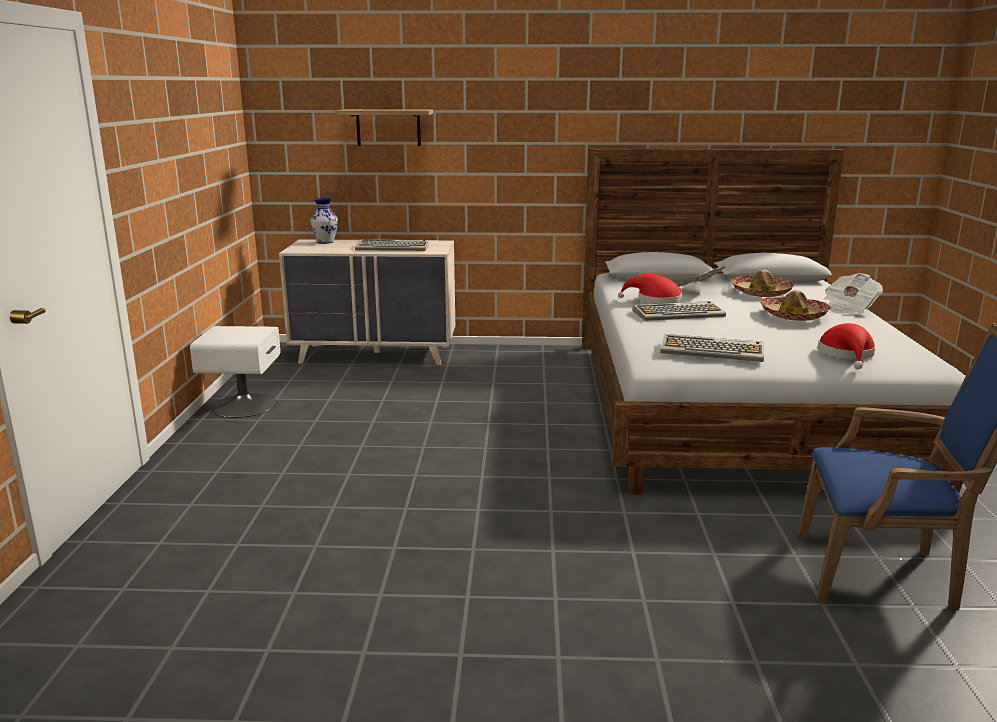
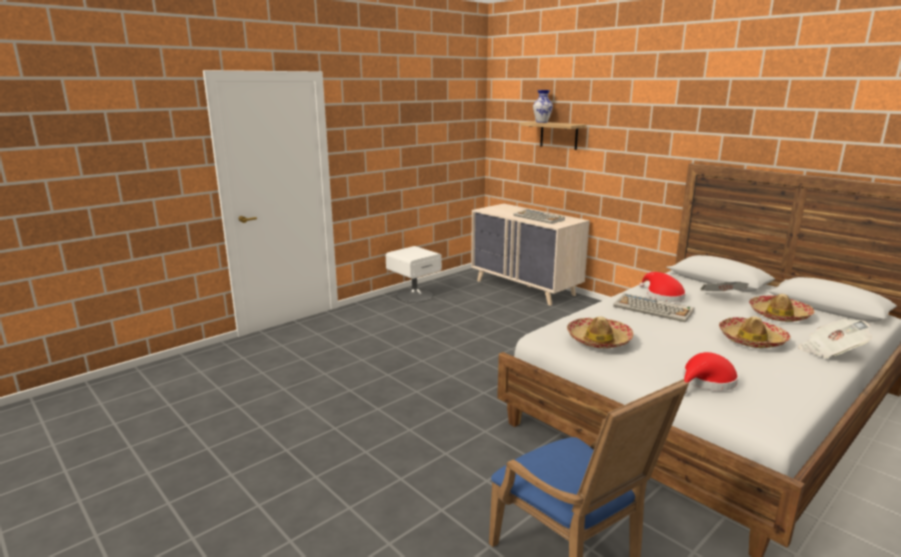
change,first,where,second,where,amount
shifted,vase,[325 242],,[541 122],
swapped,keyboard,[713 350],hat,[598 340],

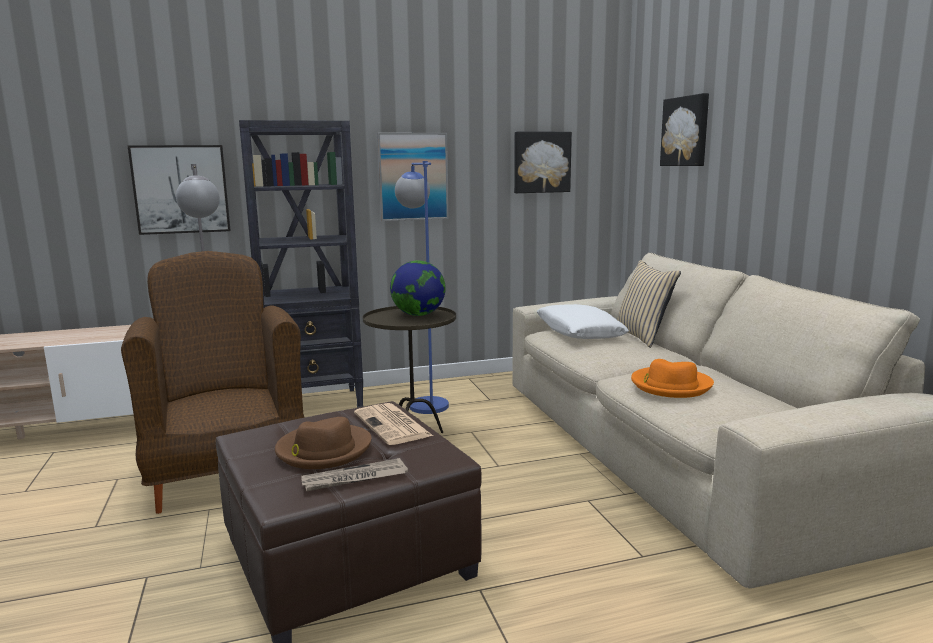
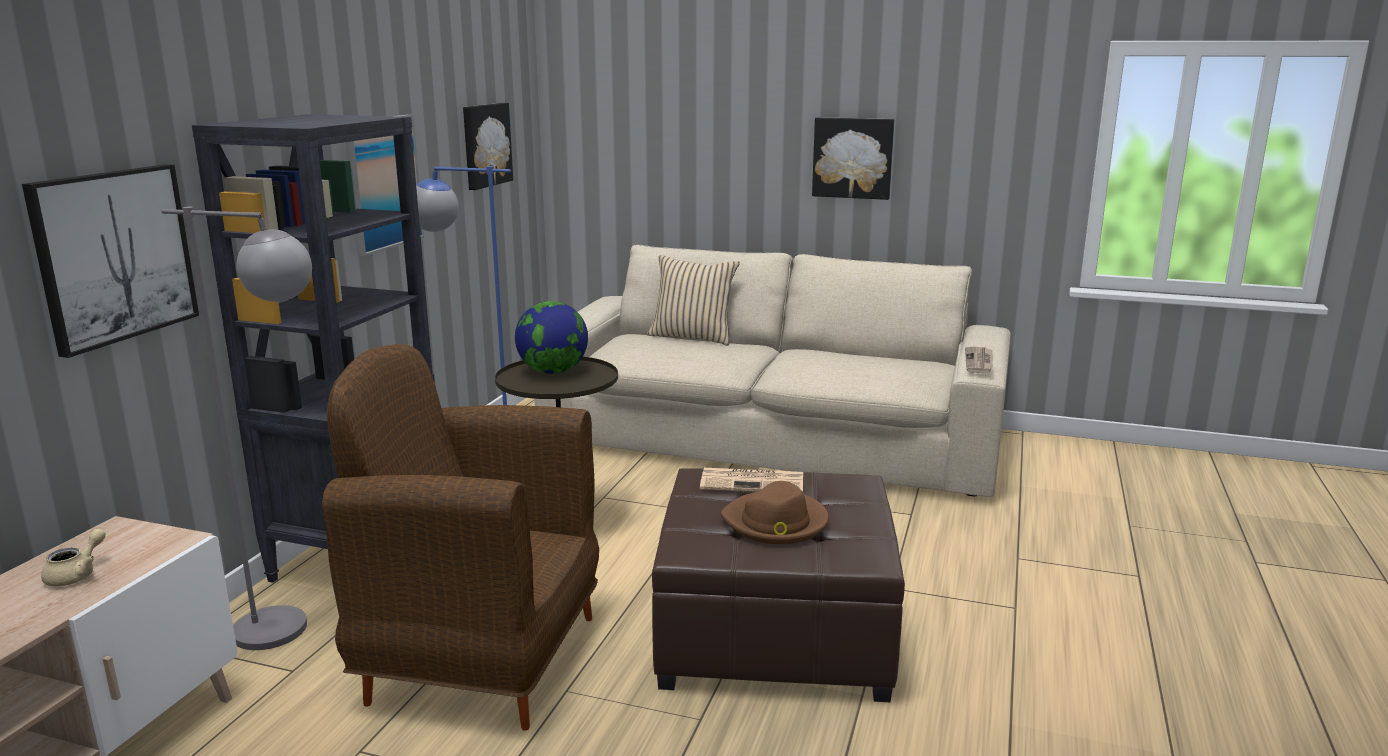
change,first,where,second,where,amount
gone,pillow in white,[579 332],,,
gone,hat in orange,[670 385],,,
new,,,teapot in beige,[77 574],
shifted,newspaper,[354 478],,[979 362],
shifted,picture,[686 131],,[853 158],

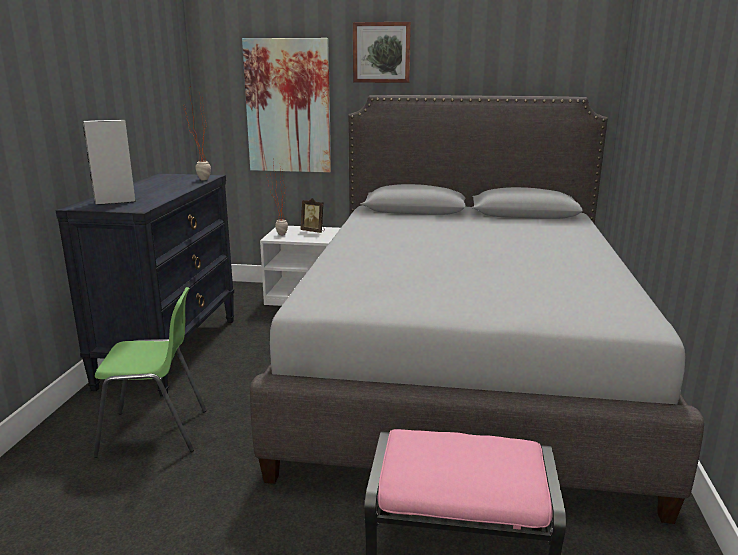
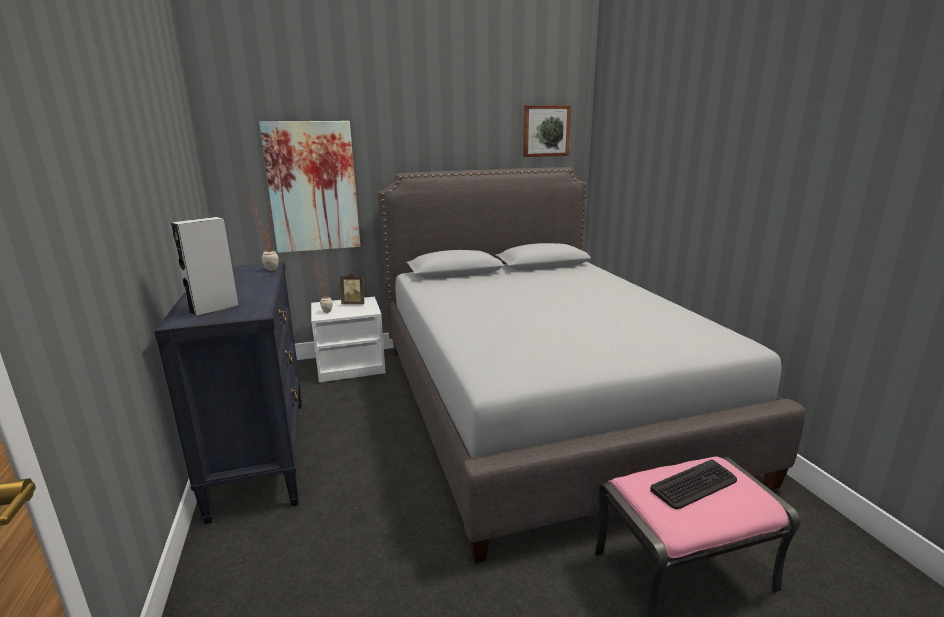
change,first,where,second,where,amount
gone,chair in green,[155 432],,,
new,,,keyboard,[694 485],
shifted,picture,[381 52],,[545 131],

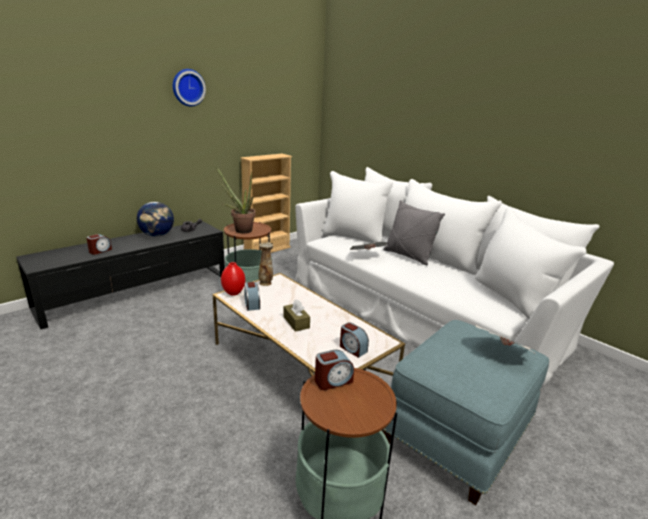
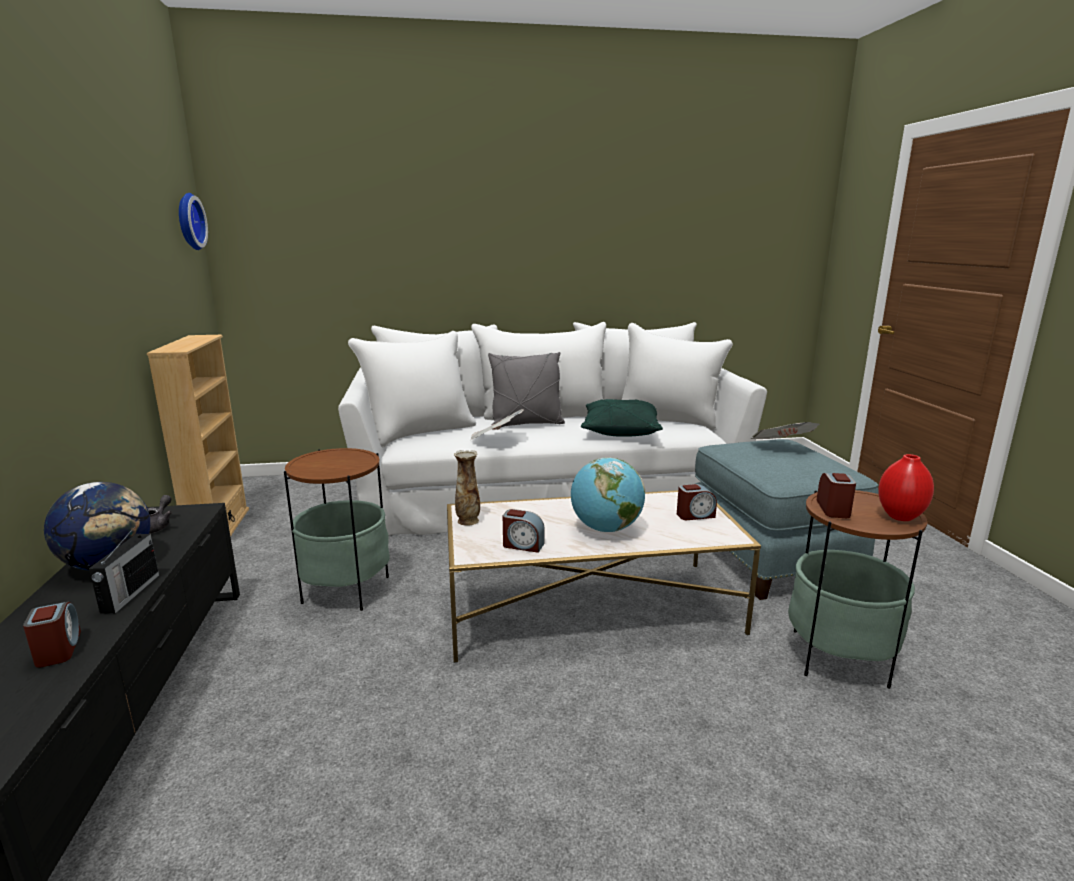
change,first,where,second,where,amount
gone,potted plant,[240 230],,,
new,,,radio,[129 594],
new,,,pillow in green,[620 430],
shifted,wall clock,[188 87],,[188 221],
shifted,vase in red,[234 293],,[900 517],
swapped,tissue box in brown,[296 322],globe,[606 529],

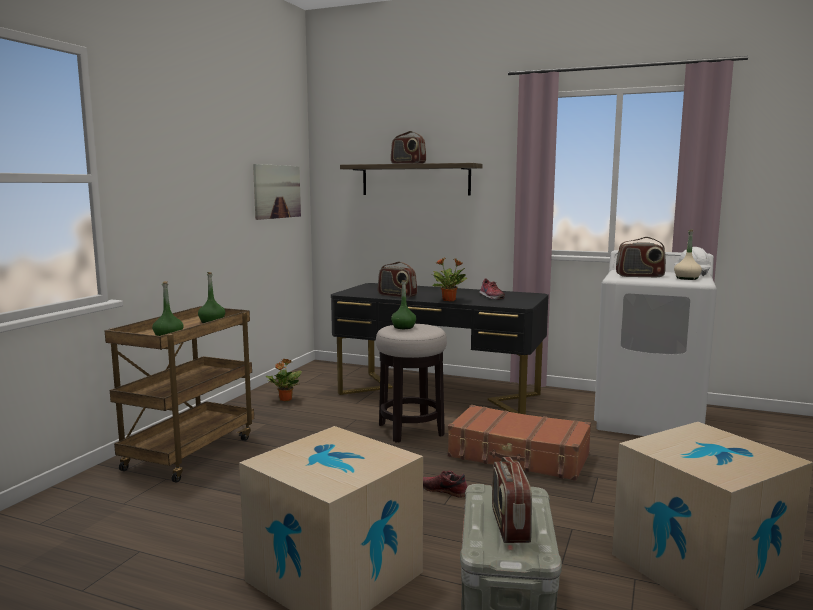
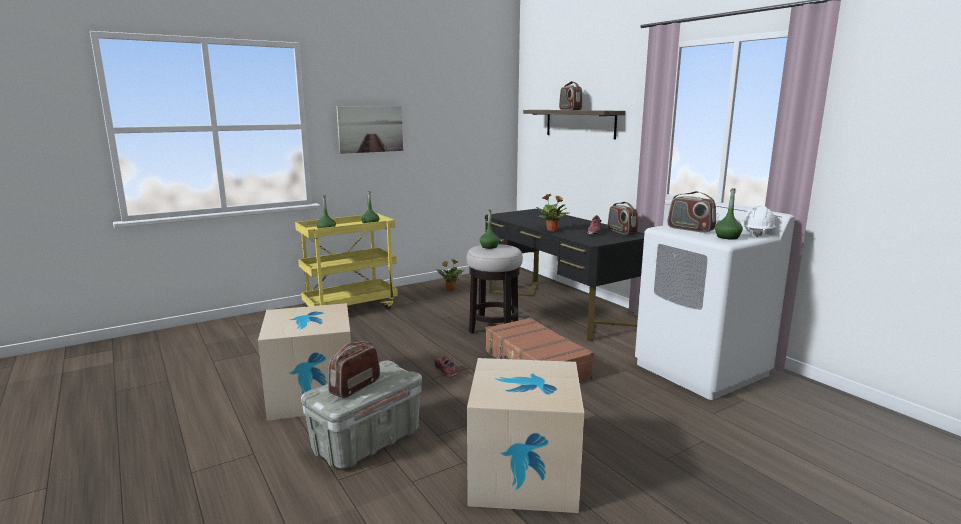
change,first,where,second,where,amount
shifted,picture,[277 191],,[370 129],
shifted,radio,[397 295],,[621 231],
repainted,cart in brown,[190 452],cart in yellow,[351 308],
repainted,bottle in beige,[687 278],bottle in green,[727 237],

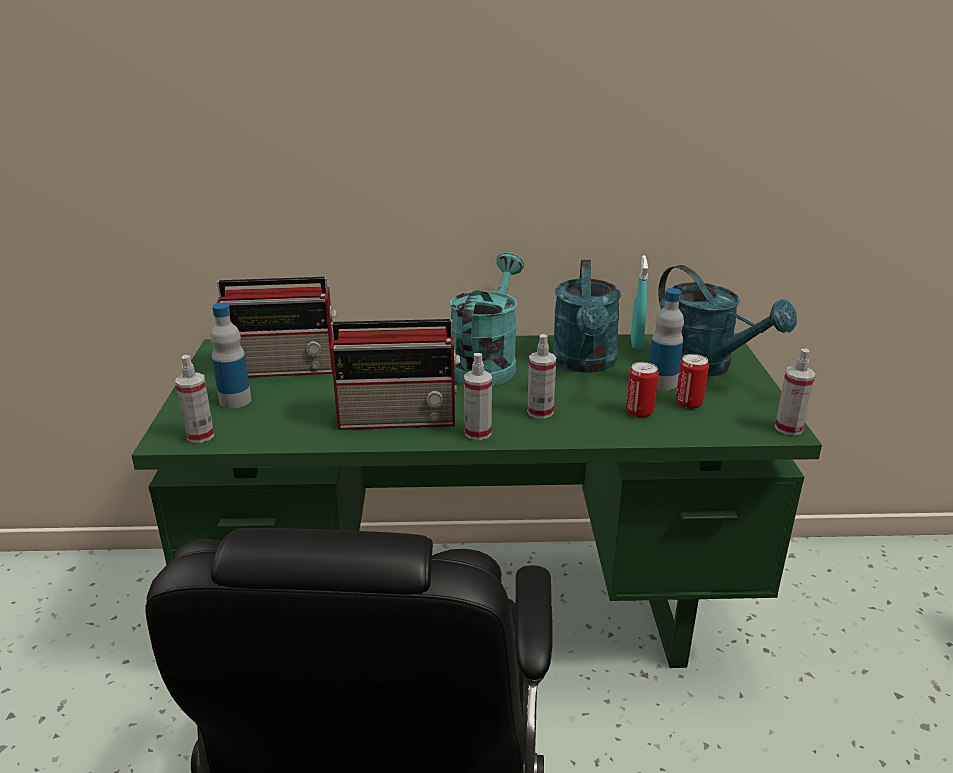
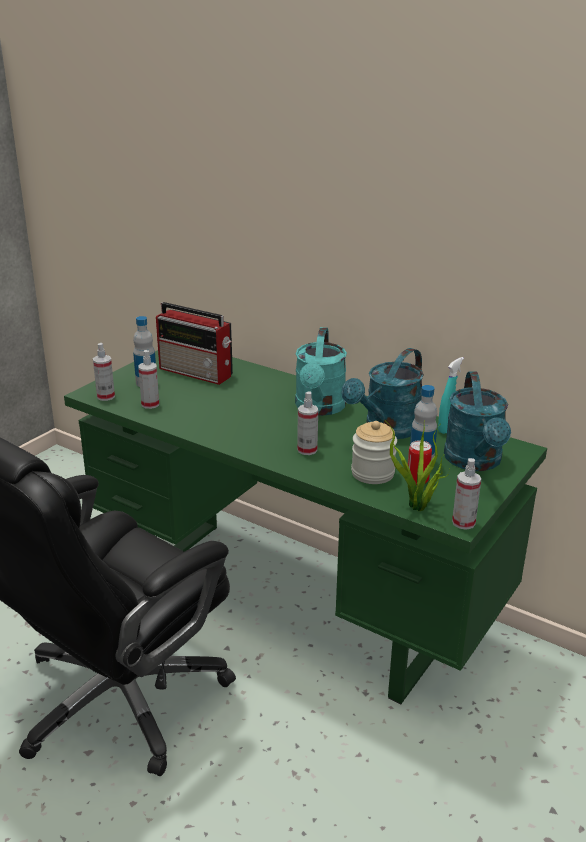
change,first,where,second,where,amount
gone,radio,[400 418],,,
new,,,potted plant,[417 508],
shifted,spray bottle,[477 433],,[150 404],
swapped,can,[639 412],jar,[372 473],
rotated,watering can in turquoise,[486 363],,[319 408],135 degrees clockwise

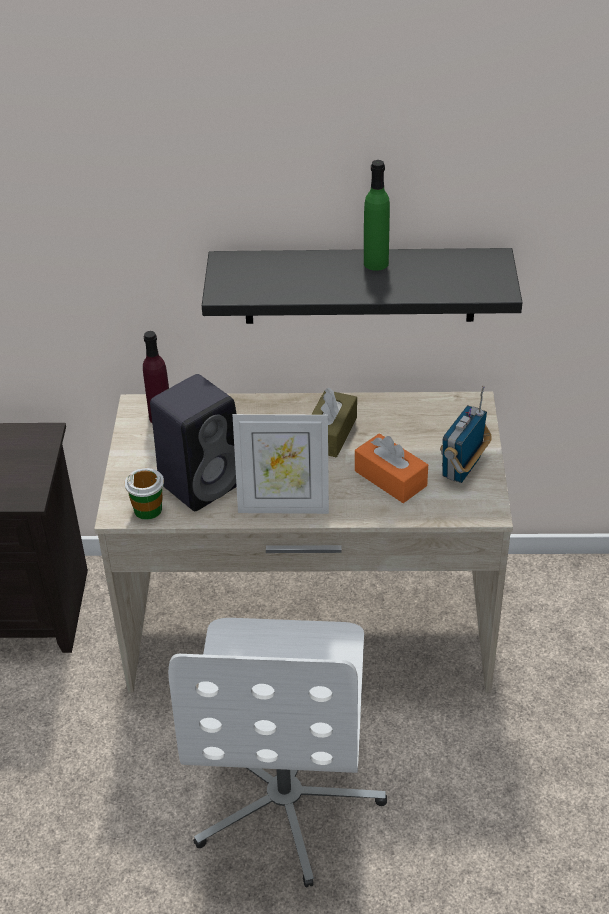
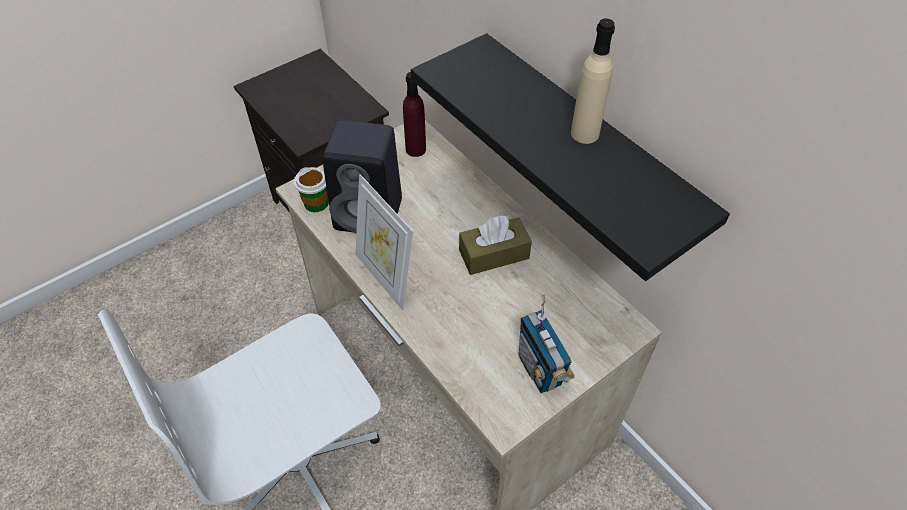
change,first,where,second,where,amount
gone,tissue box in orange,[390 478],,,
repainted,bottle in green,[376 263],bottle in beige,[584 133],
rotated,radio,[462 468],,[540 369],105 degrees counterclockwise

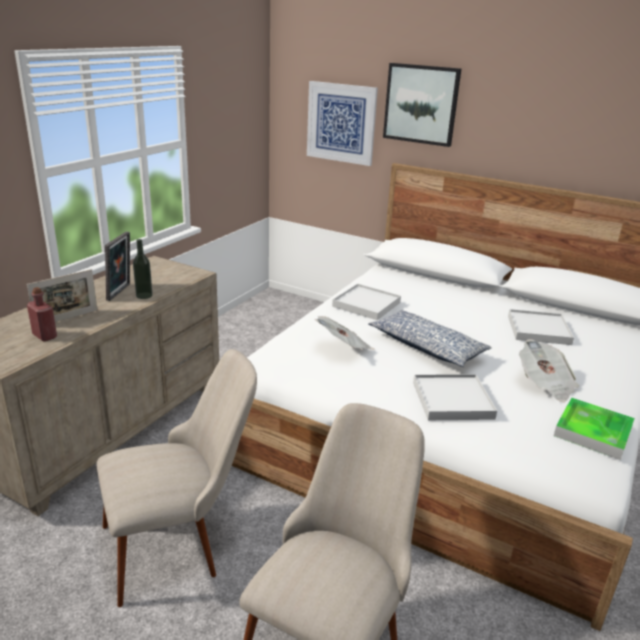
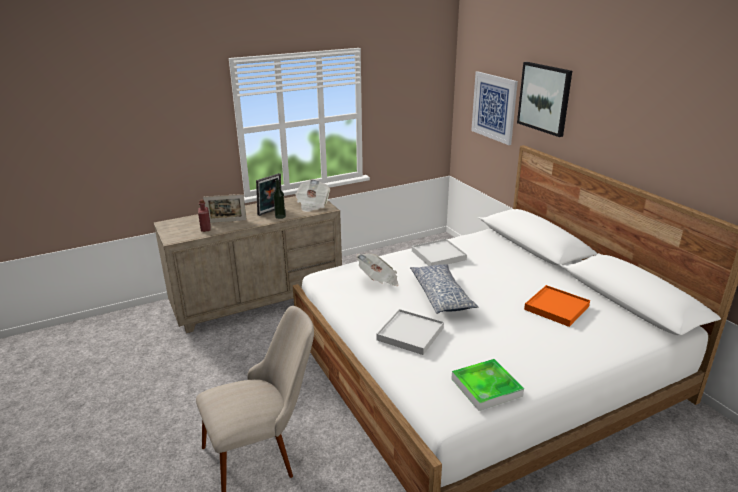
change,first,where,second,where,amount
gone,chair in beige,[180 543],,,
shifted,newspaper,[545 384],,[312 205],
repainted,tray in white,[538 330],tray in orange,[556 308],

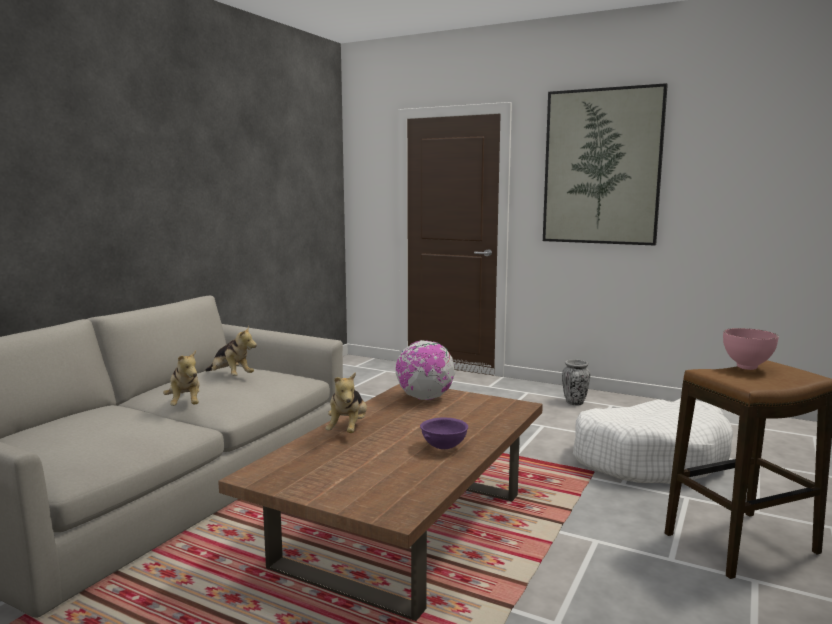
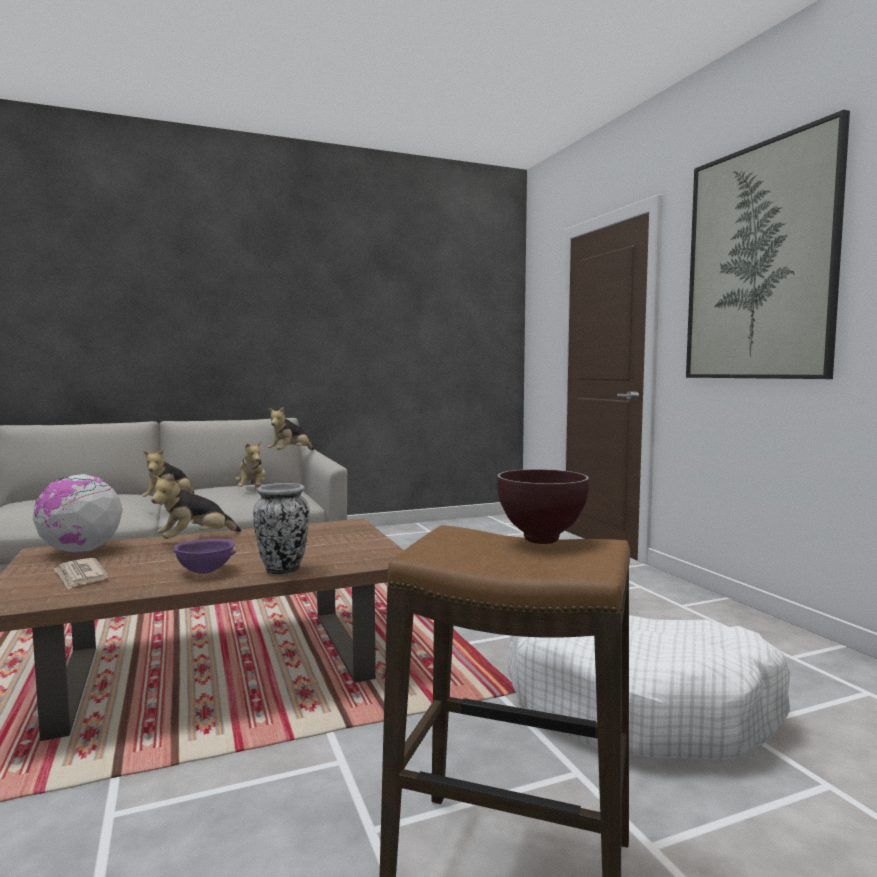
change,first,where,second,where,amount
new,,,newspaper,[80 576],
new,,,plush toy,[290 453],
shifted,globe,[425 398],,[80 551],
shifted,vase,[574 403],,[283 570],
repainted,bowl in pink,[745 367],bowl in brown,[540 540],

